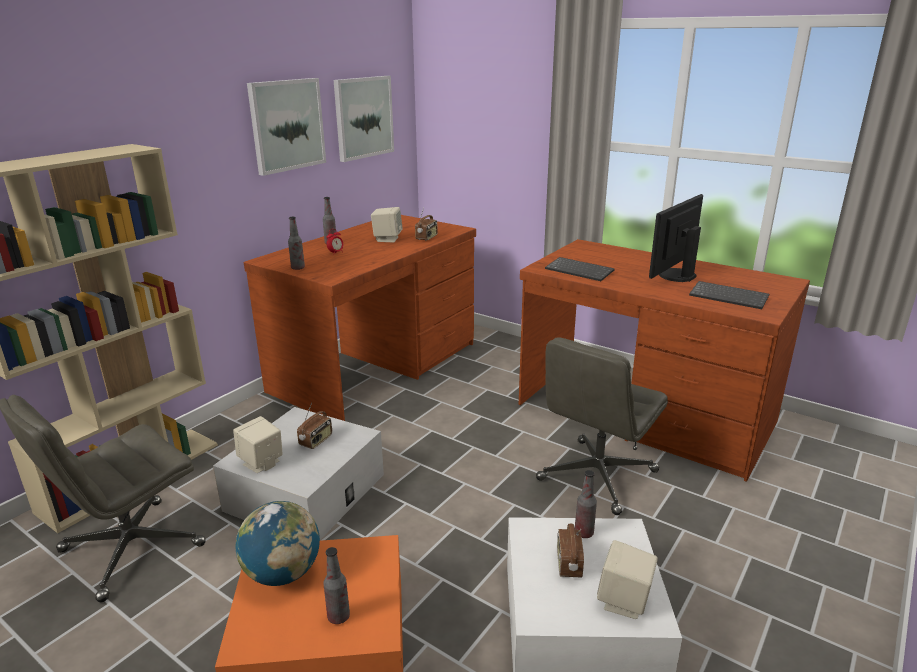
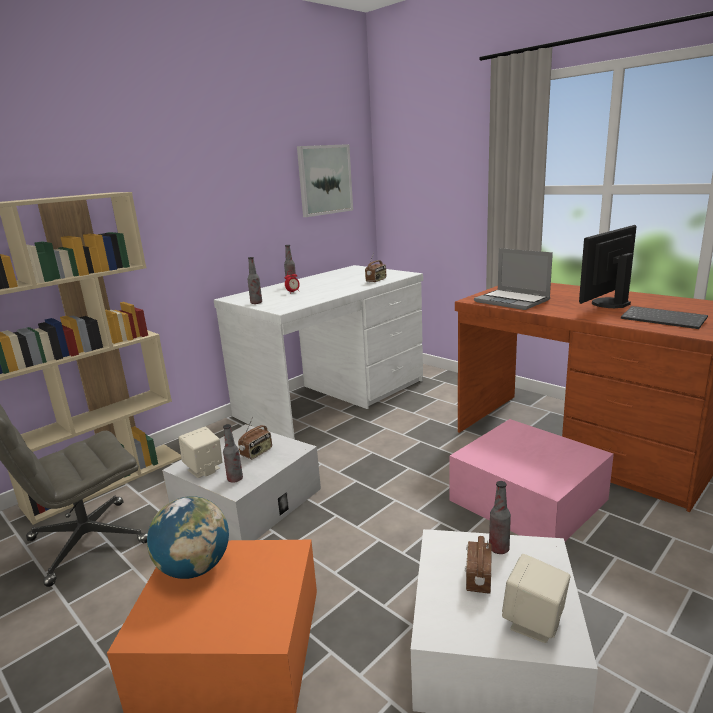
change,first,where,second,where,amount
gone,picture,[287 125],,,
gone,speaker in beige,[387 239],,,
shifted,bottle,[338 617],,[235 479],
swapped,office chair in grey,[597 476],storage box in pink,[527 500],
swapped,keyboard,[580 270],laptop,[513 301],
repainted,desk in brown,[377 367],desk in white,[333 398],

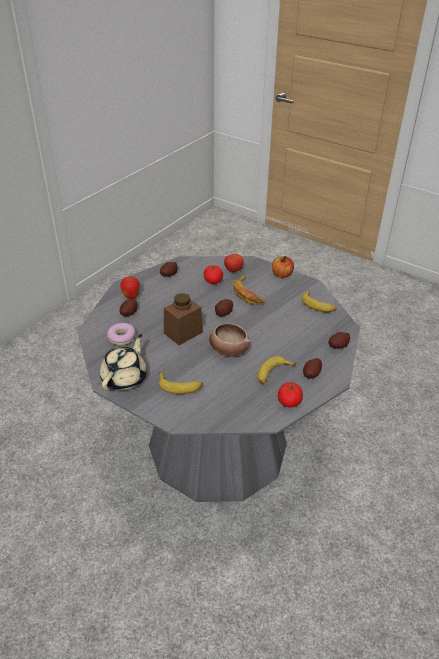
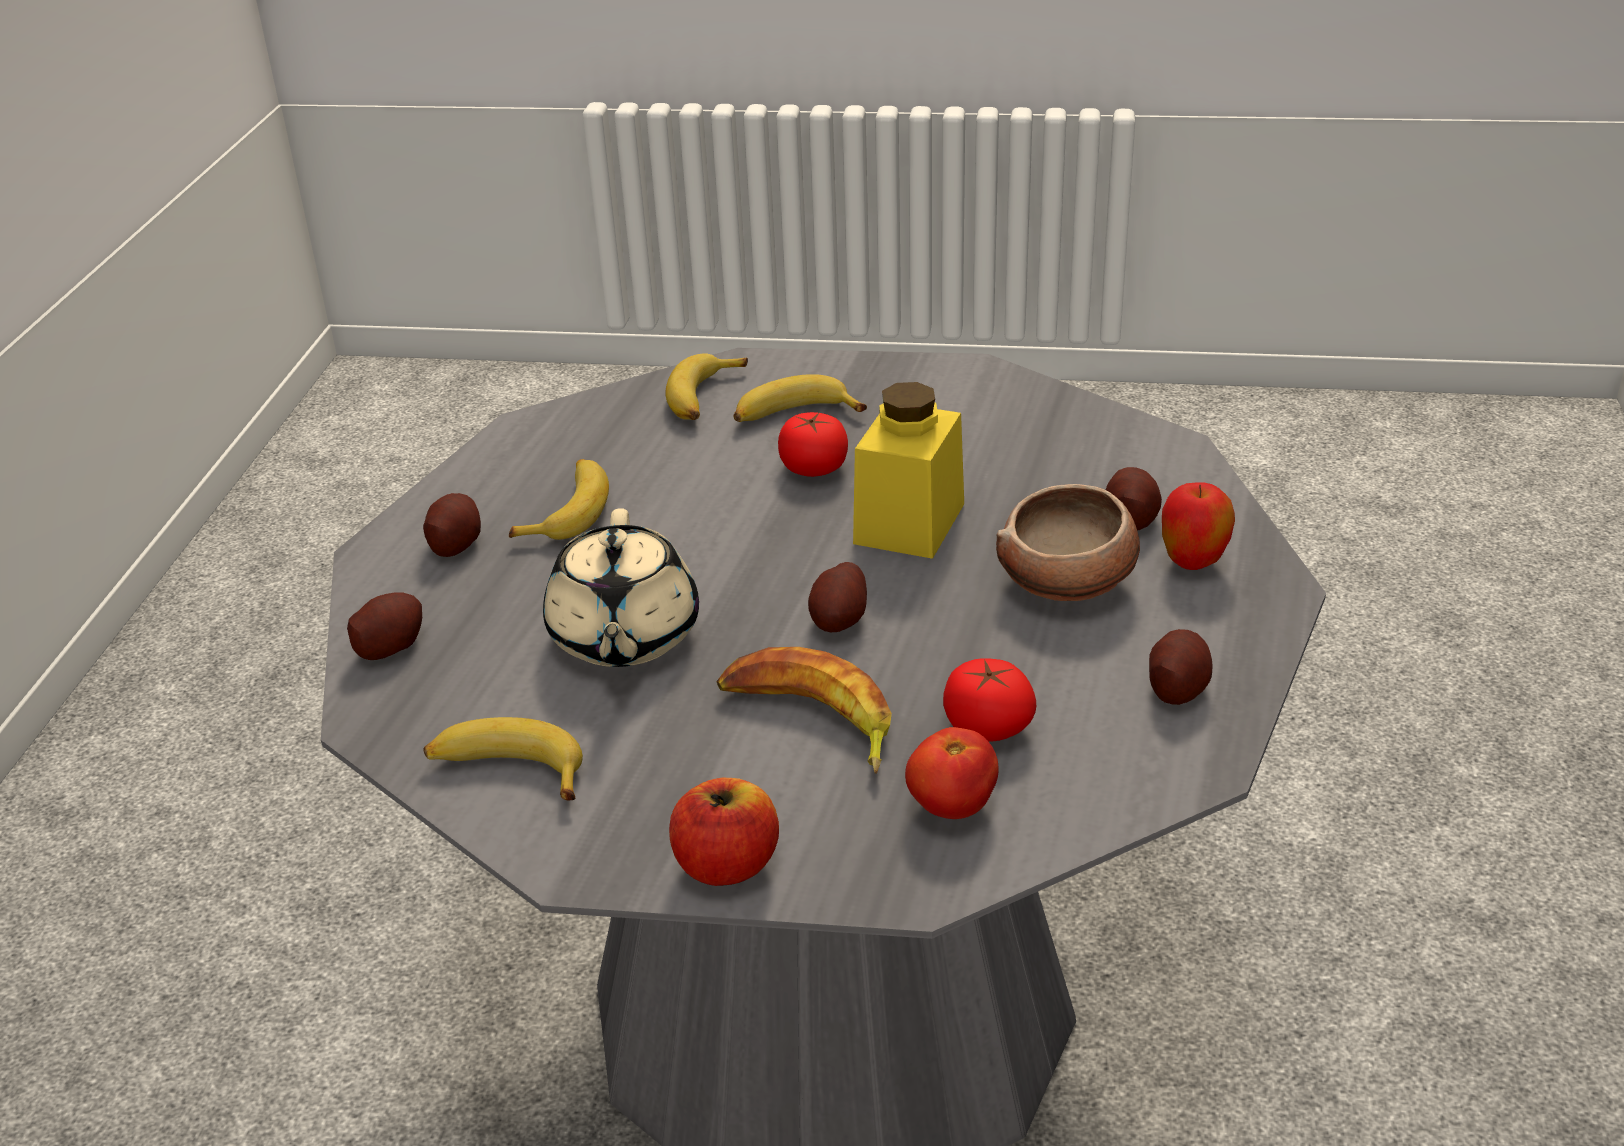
change,first,where,second,where,amount
gone,donut,[121 337],,,
new,,,banana,[704 399],
shifted,teapot in beige,[125 378],,[623 637],
shifted,bowl,[228 350],,[1069 582],
shifted,tomato,[289 401],,[814 467],
repainted,jar in brown,[183 332],jar in yellow,[909 523],

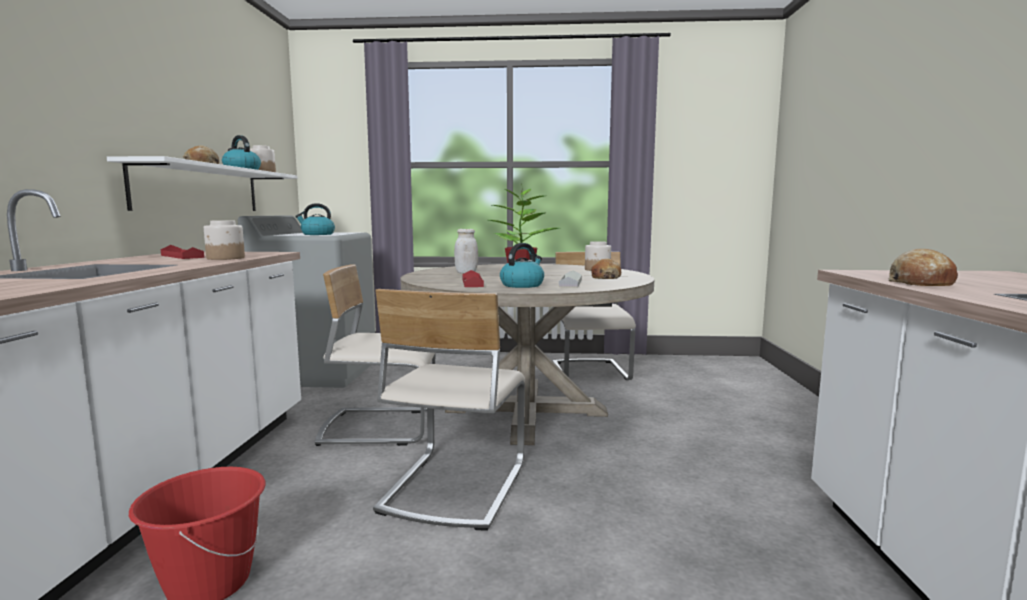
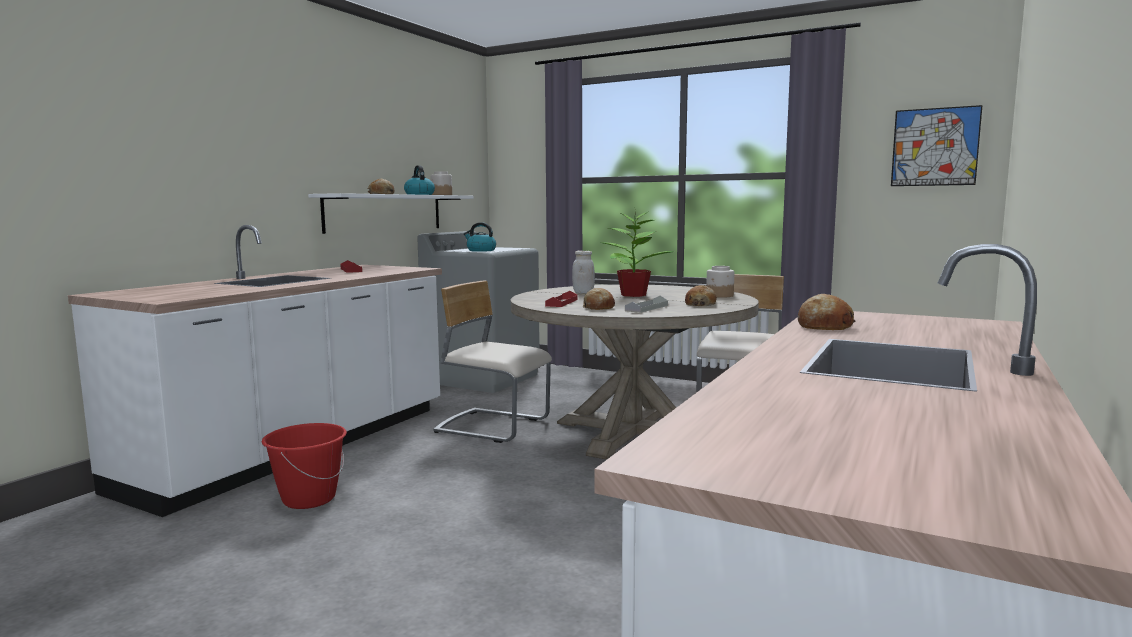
change,first,where,second,where,amount
gone,jar,[225 258],,,
gone,chair in beige,[453 487],,,
new,,,picture,[935 147],
swapped,kettle,[522 285],bread,[598 307],

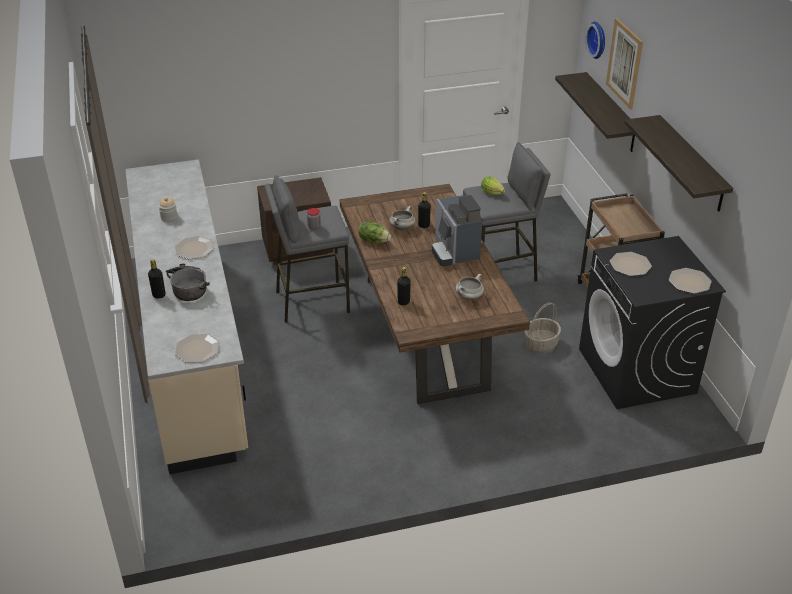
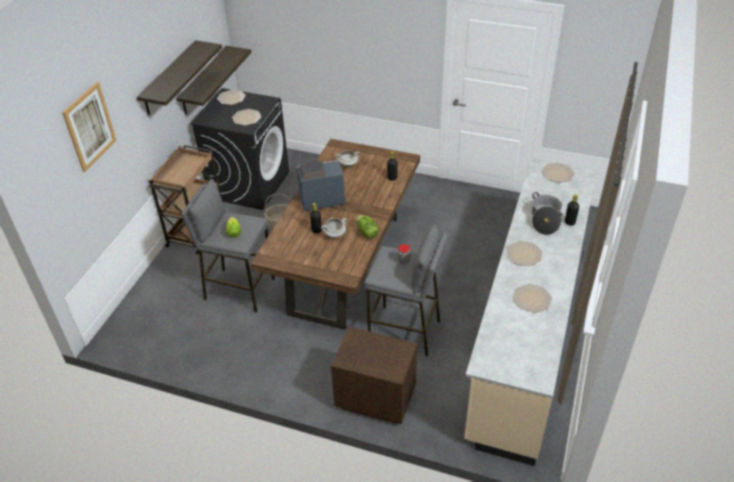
change,first,where,second,where,amount
gone,wall clock,[598 39],,,
shifted,shelf,[611 112],,[204 81],
swapped,jar,[169 217],plate,[532 299],
rotated,coffee machine,[454 251],,[319 200],120 degrees counterclockwise

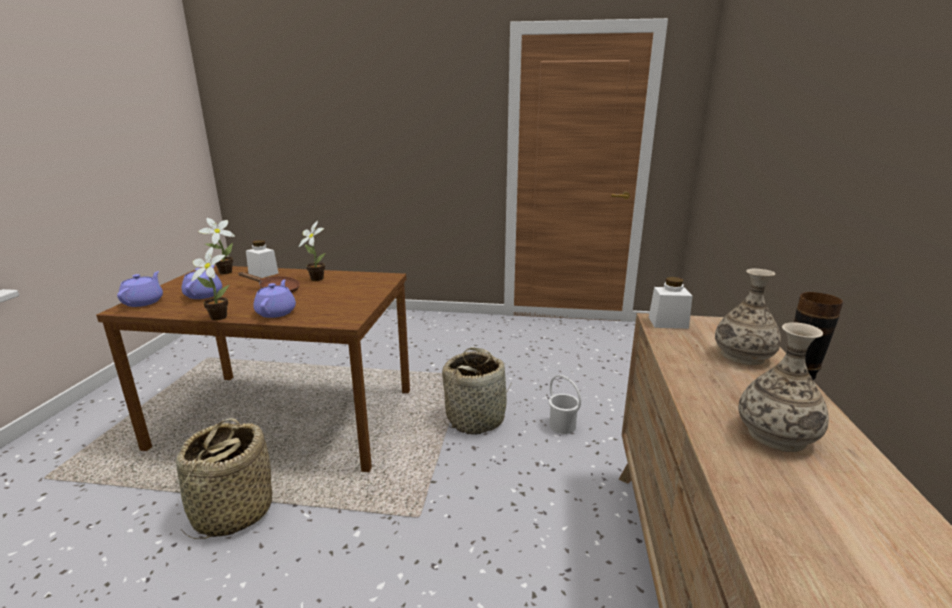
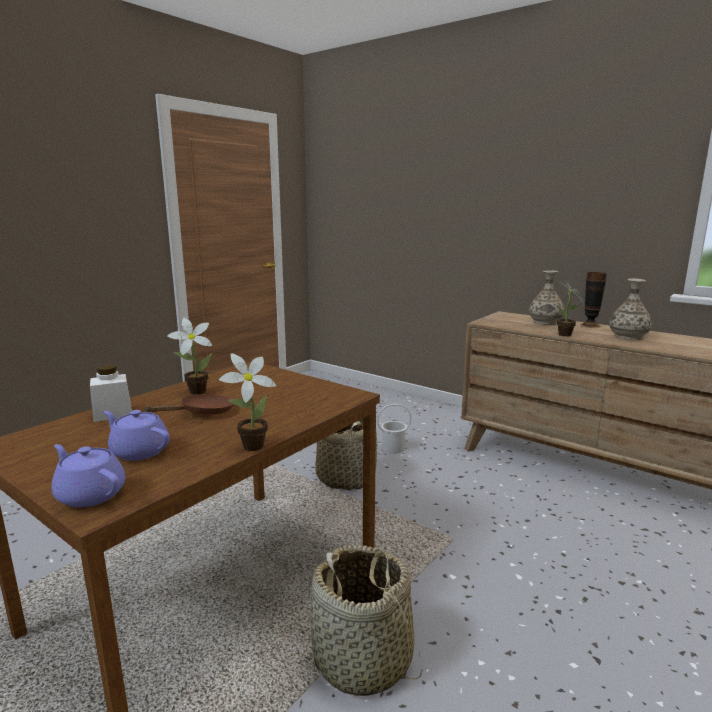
change,first,where,second,where,amount
gone,teapot in purple,[276 312],,,
gone,jar in white,[668 323],,,
shifted,potted plant,[223 272],,[565 335],

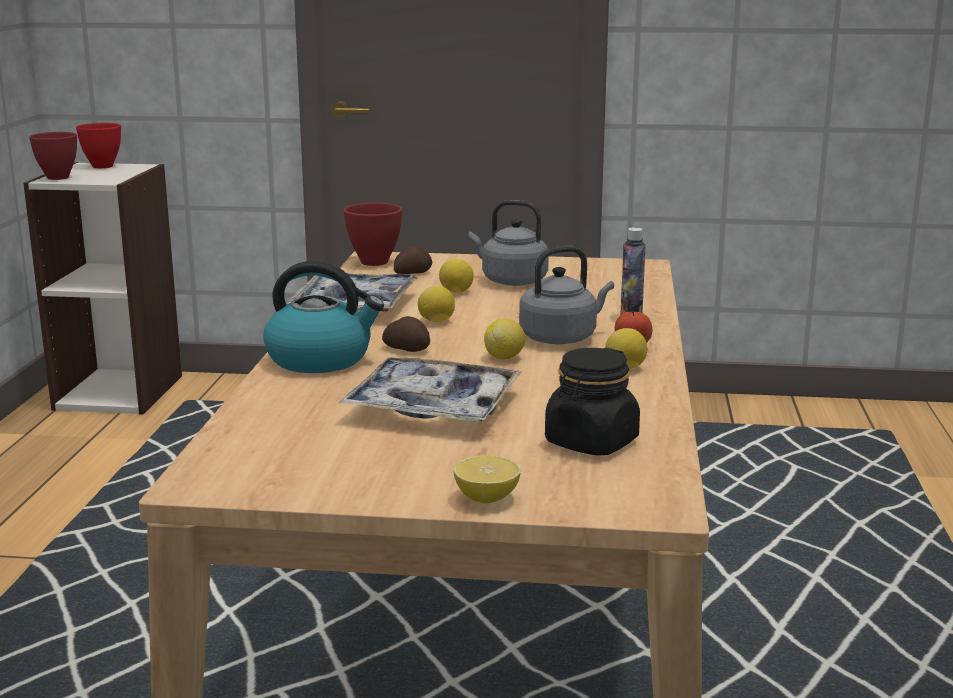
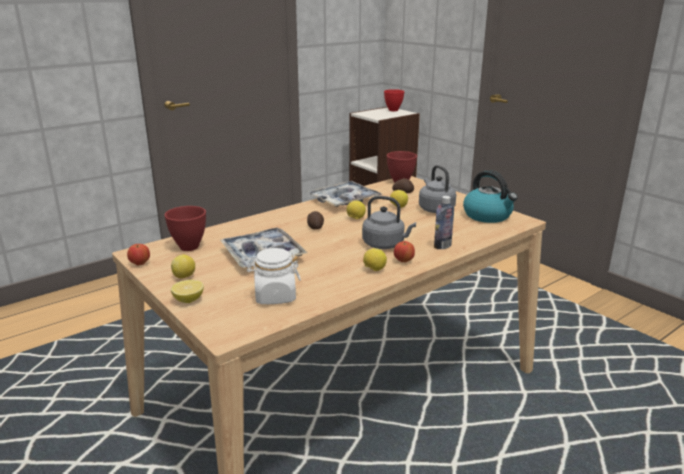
change,first,where,second,where,amount
new,,,apple,[140 264],
shifted,bowl in red,[58 178],,[189 247],
shifted,kettle,[321 359],,[488 216],
shifted,lemon,[504 357],,[184 277],
repainted,jar in black,[591 442],jar in white,[275 296],

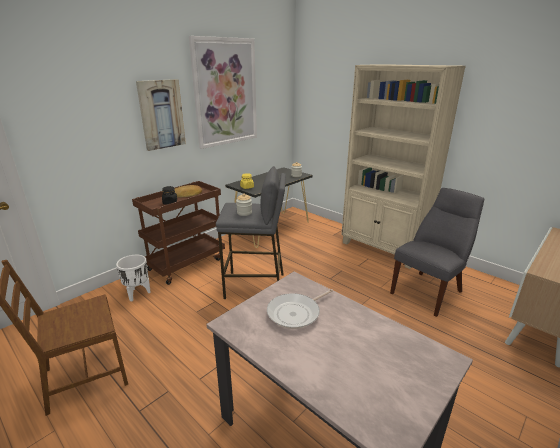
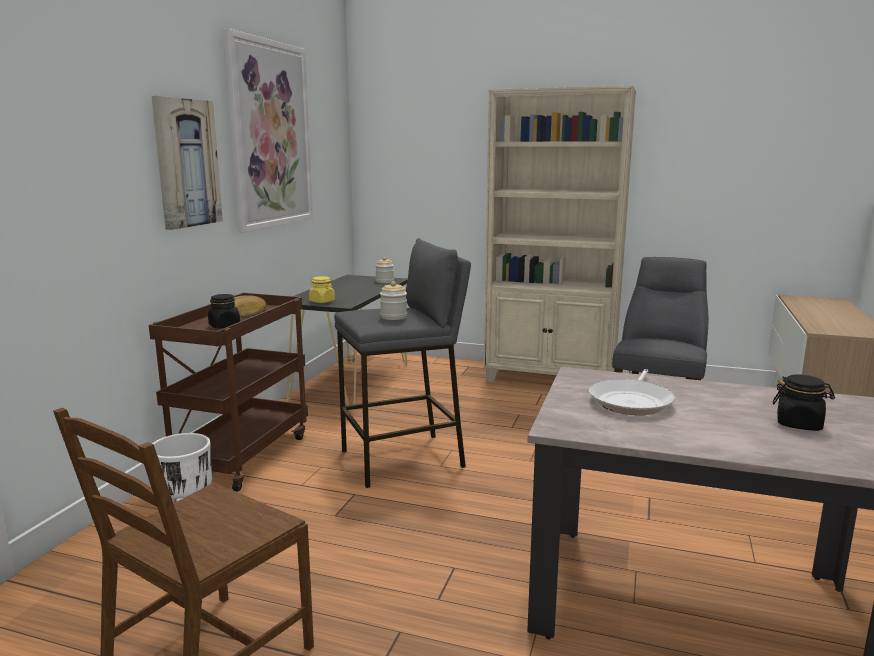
change,first,where,second,where,amount
new,,,jar in black,[799 424],

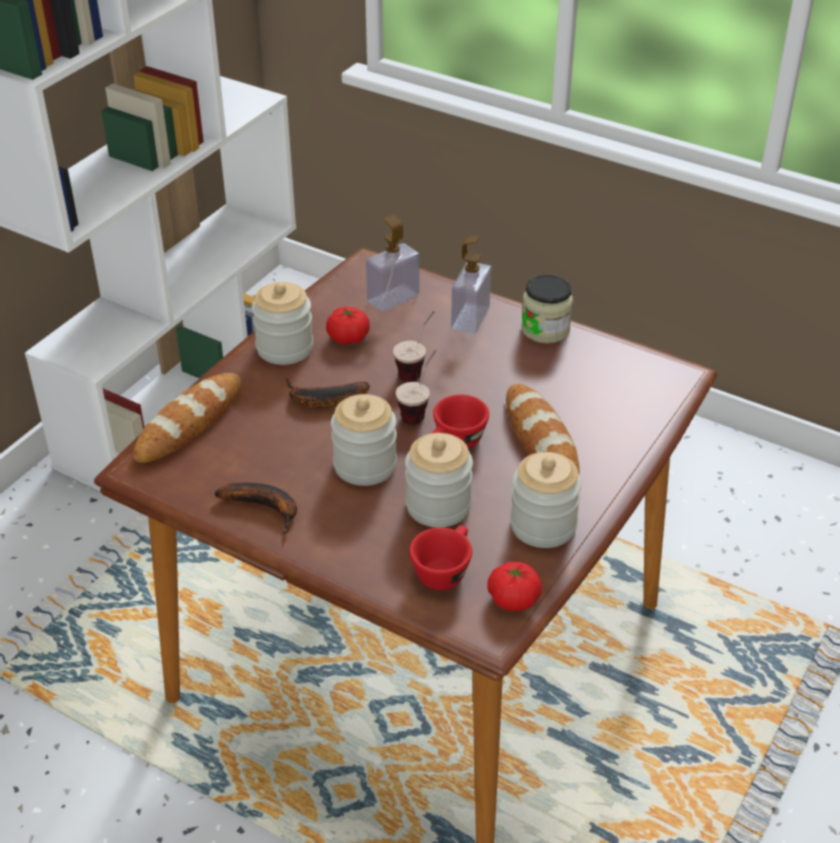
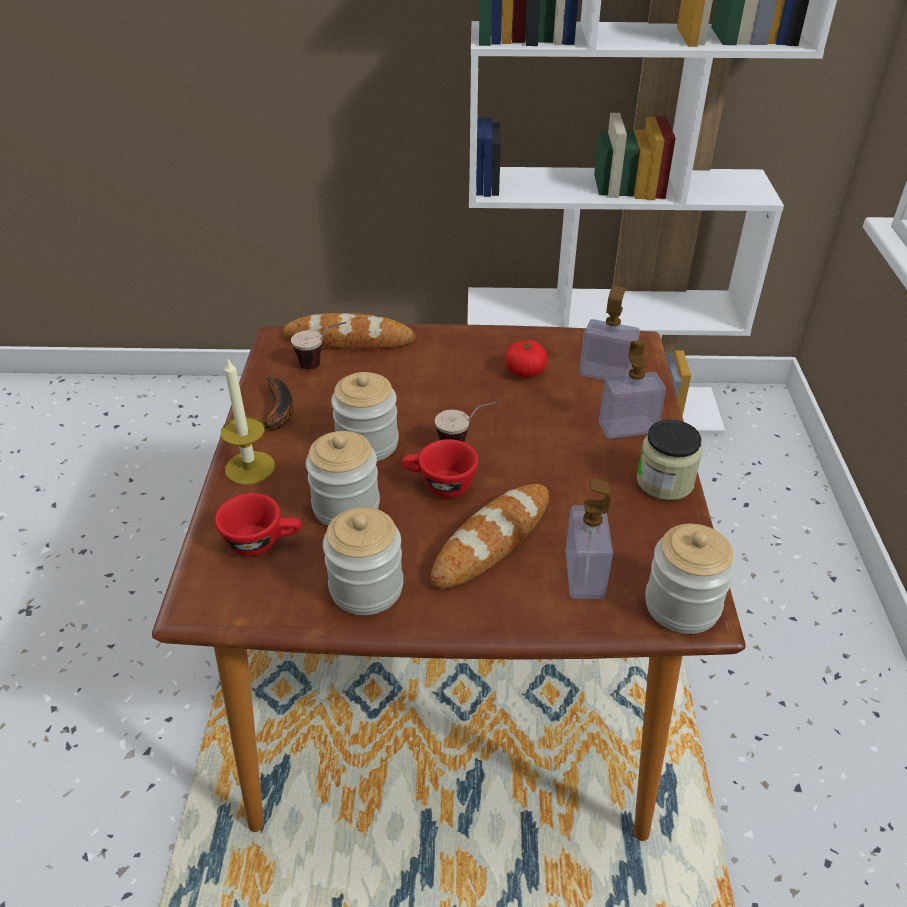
change,first,where,second,where,amount
gone,banana,[322 400],,,
gone,tomato,[513 599],,,
new,,,candle,[250 468],
new,,,soap dispenser,[584 575],
shifted,jar,[285 348],,[682 605],
shifted,cup,[417 369],,[322 364],

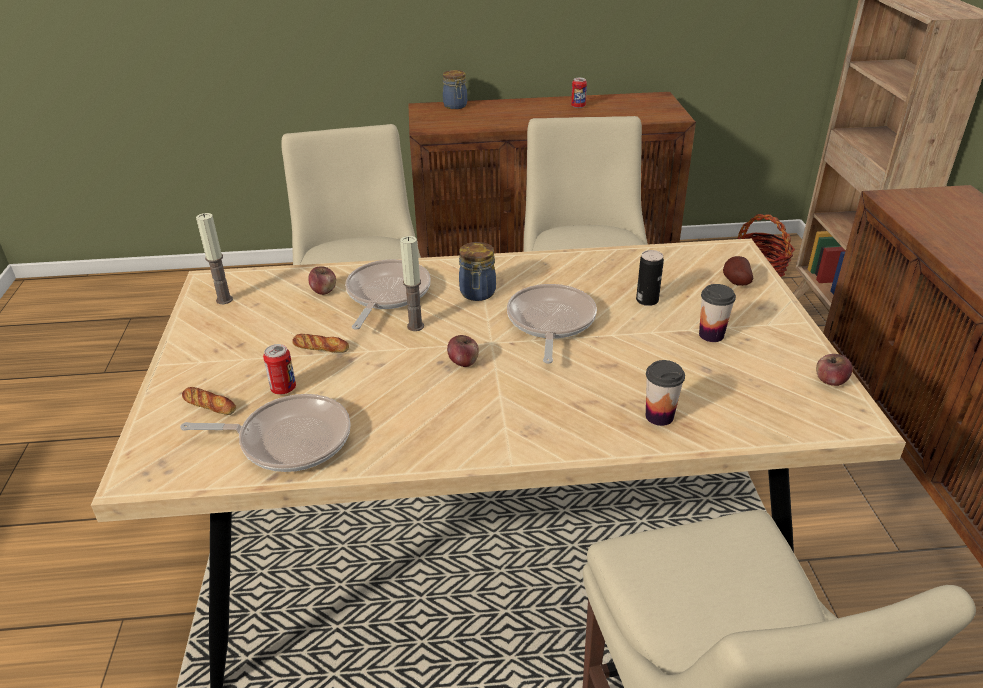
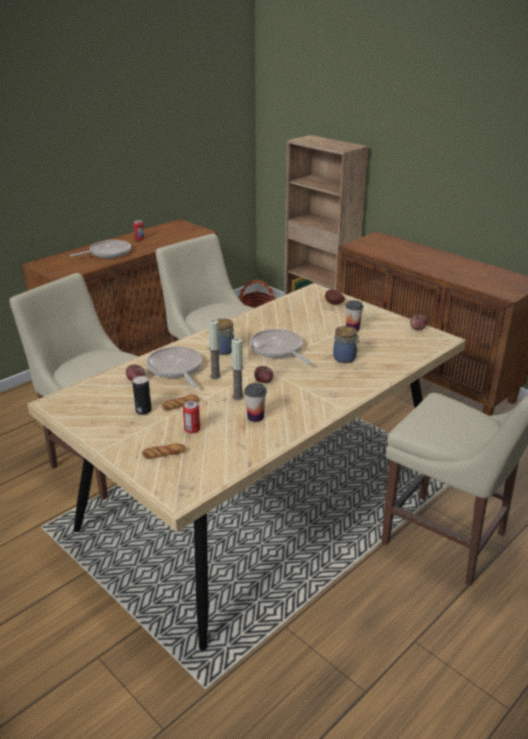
change,first,where,second,where,amount
shifted,frying pan,[289 440],,[108 253],
shifted,candle,[224 300],,[238 397],
shifted,jar,[455 106],,[345 358],
shifted,can,[647 300],,[143 411],
shifted,cup,[659 416],,[255 417],

